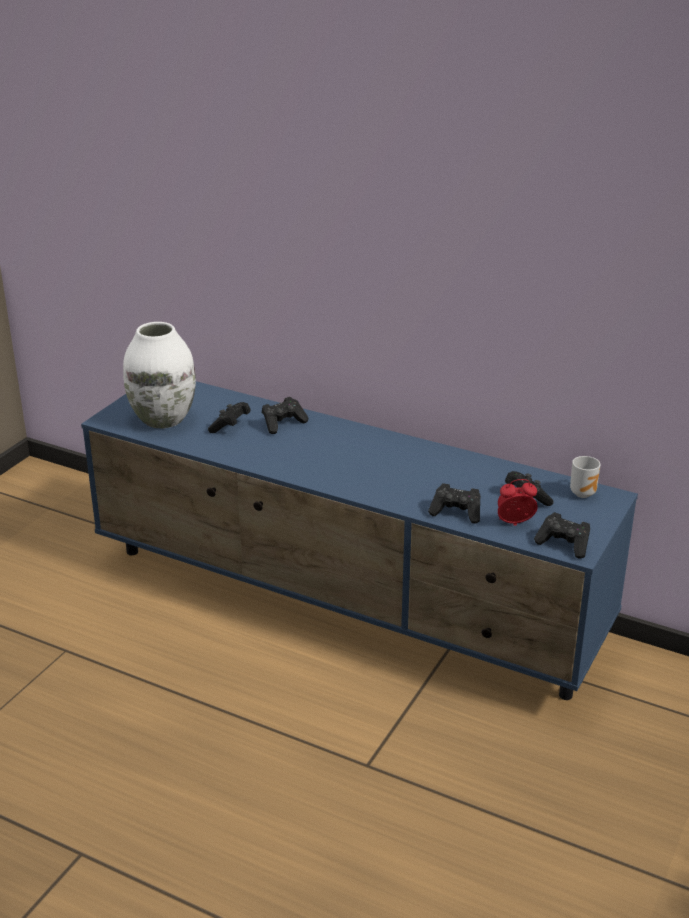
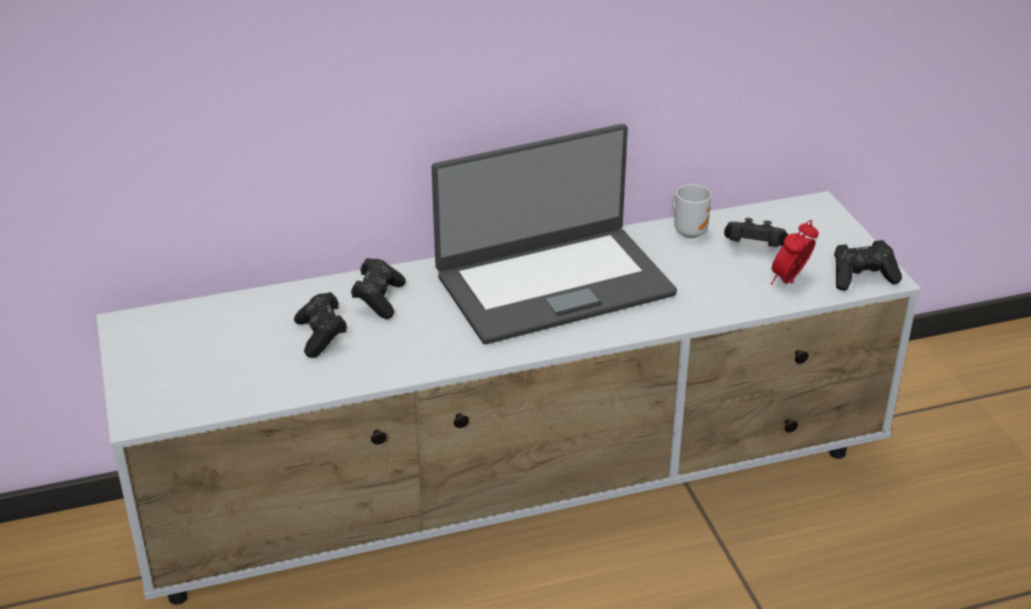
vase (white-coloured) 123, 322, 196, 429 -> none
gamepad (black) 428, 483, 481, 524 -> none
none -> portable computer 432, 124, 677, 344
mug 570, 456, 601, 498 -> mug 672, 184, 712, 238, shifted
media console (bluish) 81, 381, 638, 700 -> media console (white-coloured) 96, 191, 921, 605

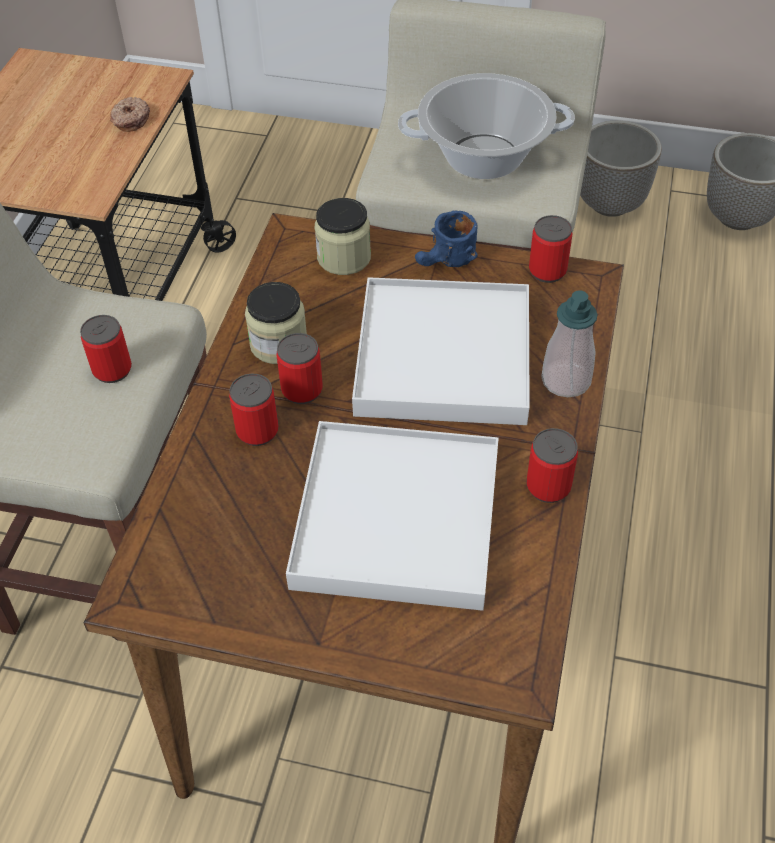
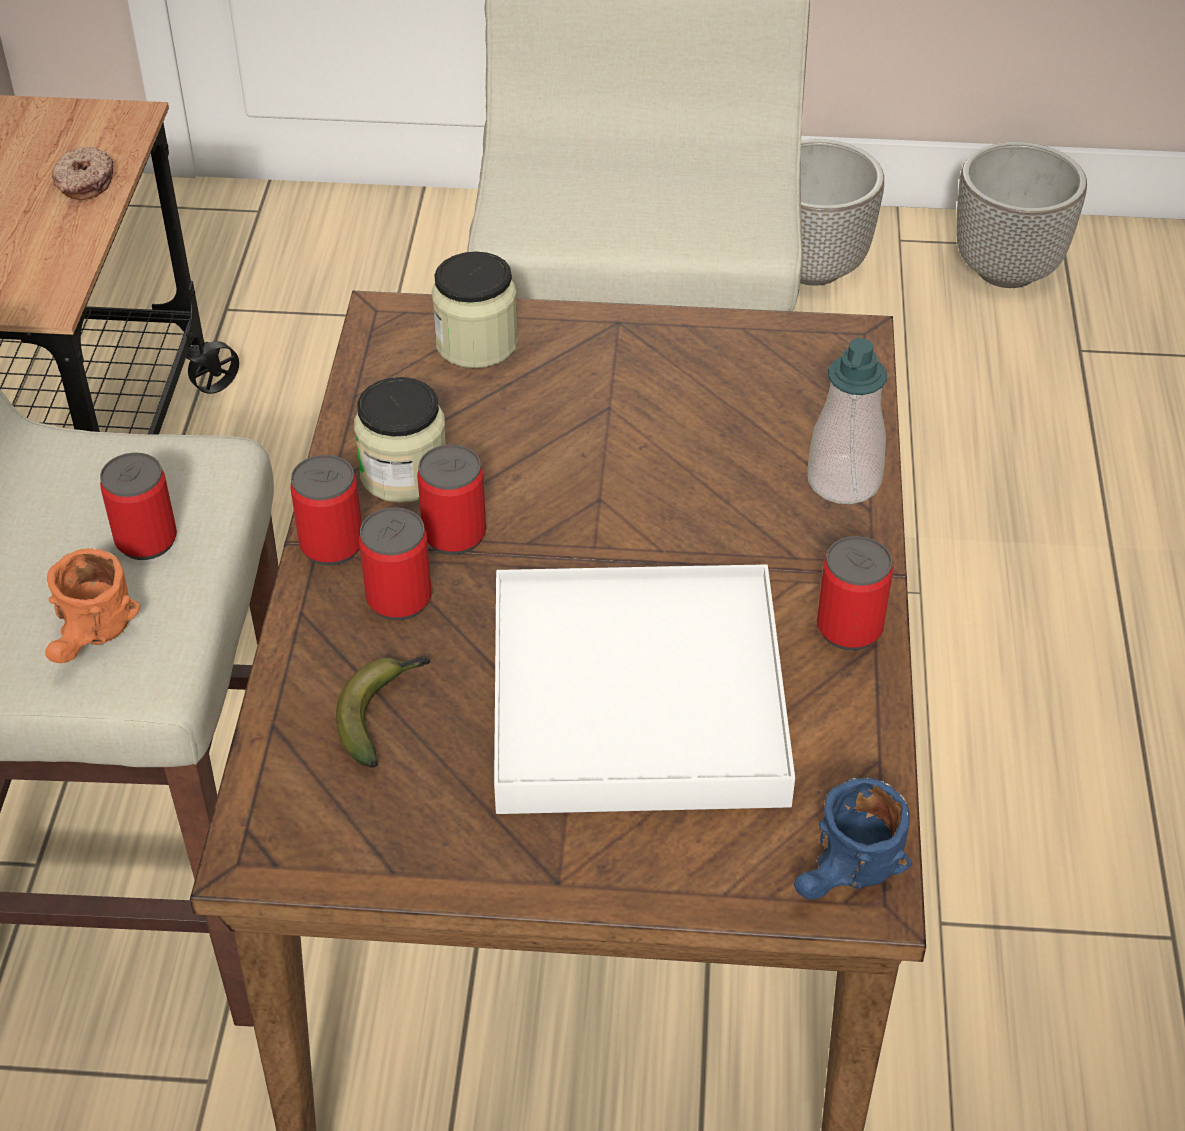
serving tray (white-coloured) 352, 277, 530, 425 -> none
cooking pot 398, 73, 575, 179 -> none
none -> mug (orangey) 45, 548, 140, 663
none -> whole banana 336, 656, 430, 768
mug (bluish) 415, 210, 478, 267 -> mug (bluish) 794, 778, 912, 899, shifted
can 529, 215, 572, 283 -> can 290, 455, 362, 566, shifted

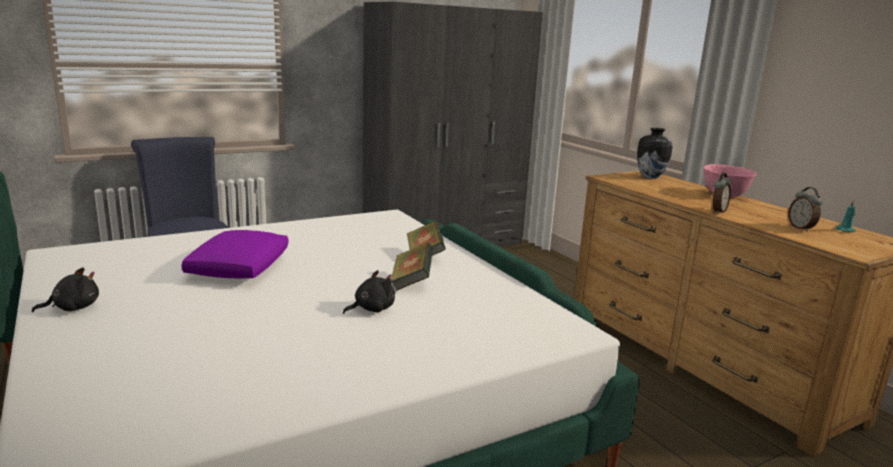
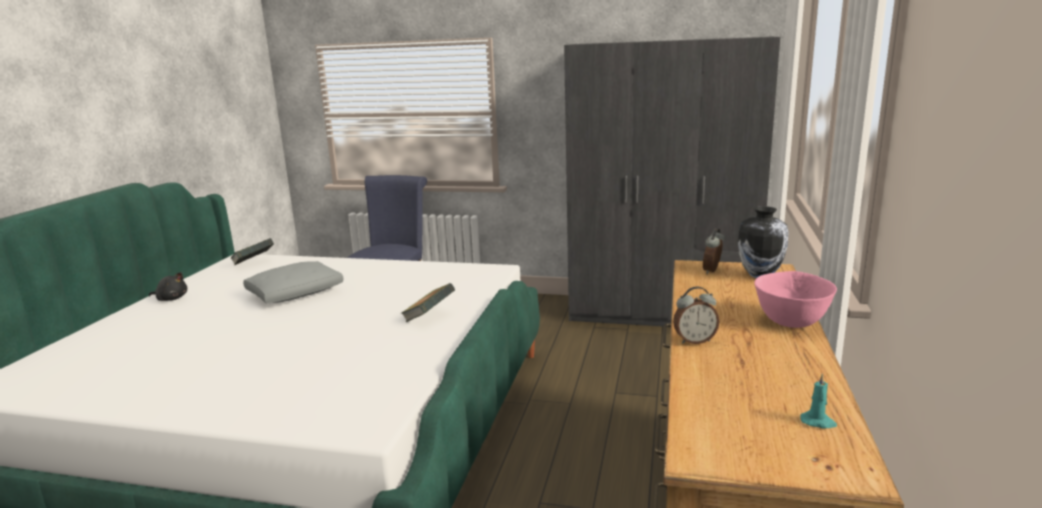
cuddly toy (black) 343, 270, 395, 314 -> none
book 391, 243, 433, 291 -> book 230, 238, 274, 265, shifted
bedside clock 788, 187, 823, 232 -> bedside clock 703, 228, 725, 274, shifted
cushion (purplish) 181, 230, 288, 279 -> cushion (grey) 243, 261, 344, 303

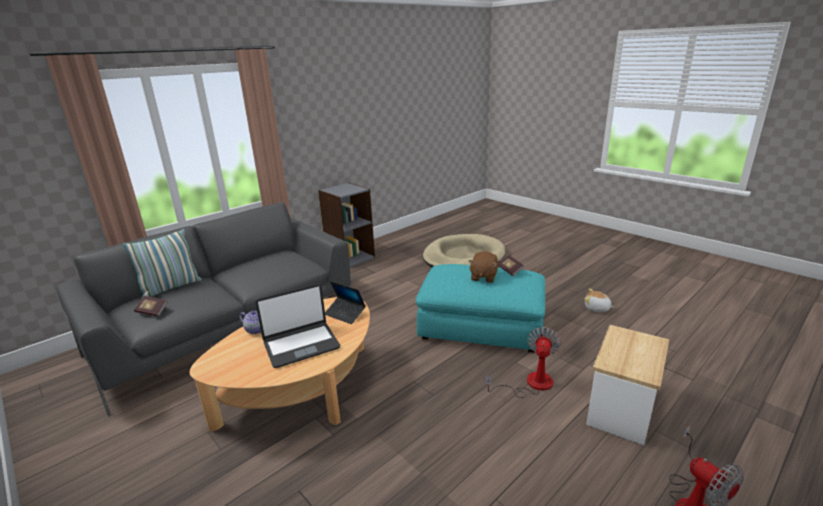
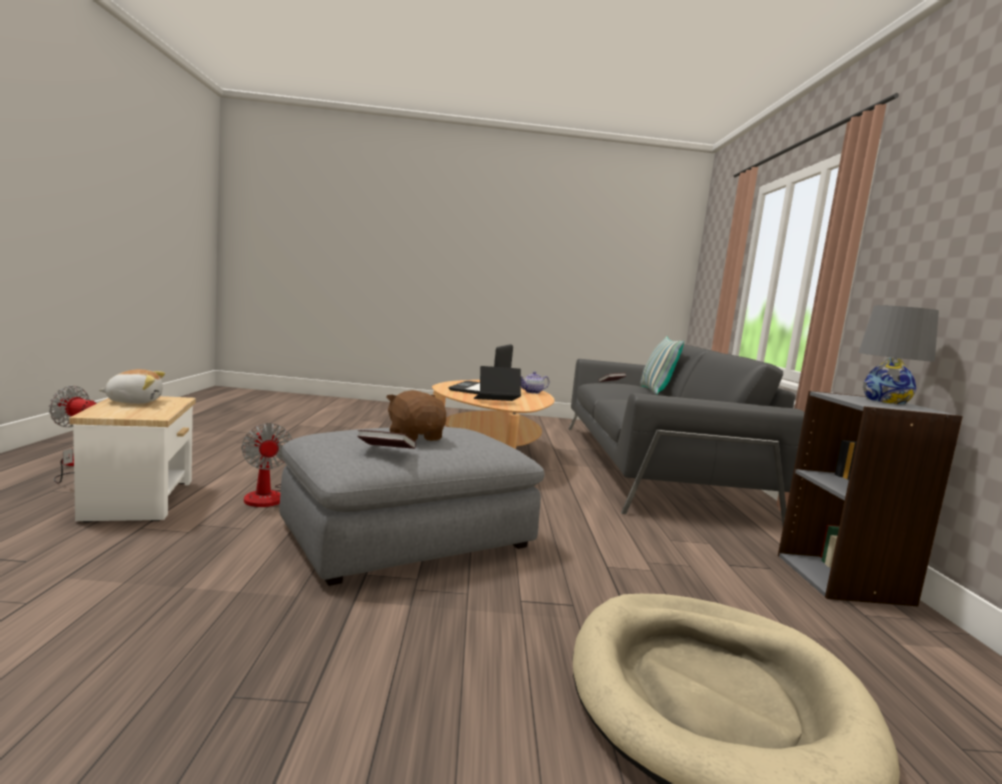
none -> tabletop lamp (grey) 858, 305, 939, 405
cuddly toy 584, 289, 615, 312 -> cuddly toy 99, 369, 165, 404, shifted
pouffe (blue-green) 416, 264, 545, 353 -> pouffe (grey) 279, 427, 545, 586

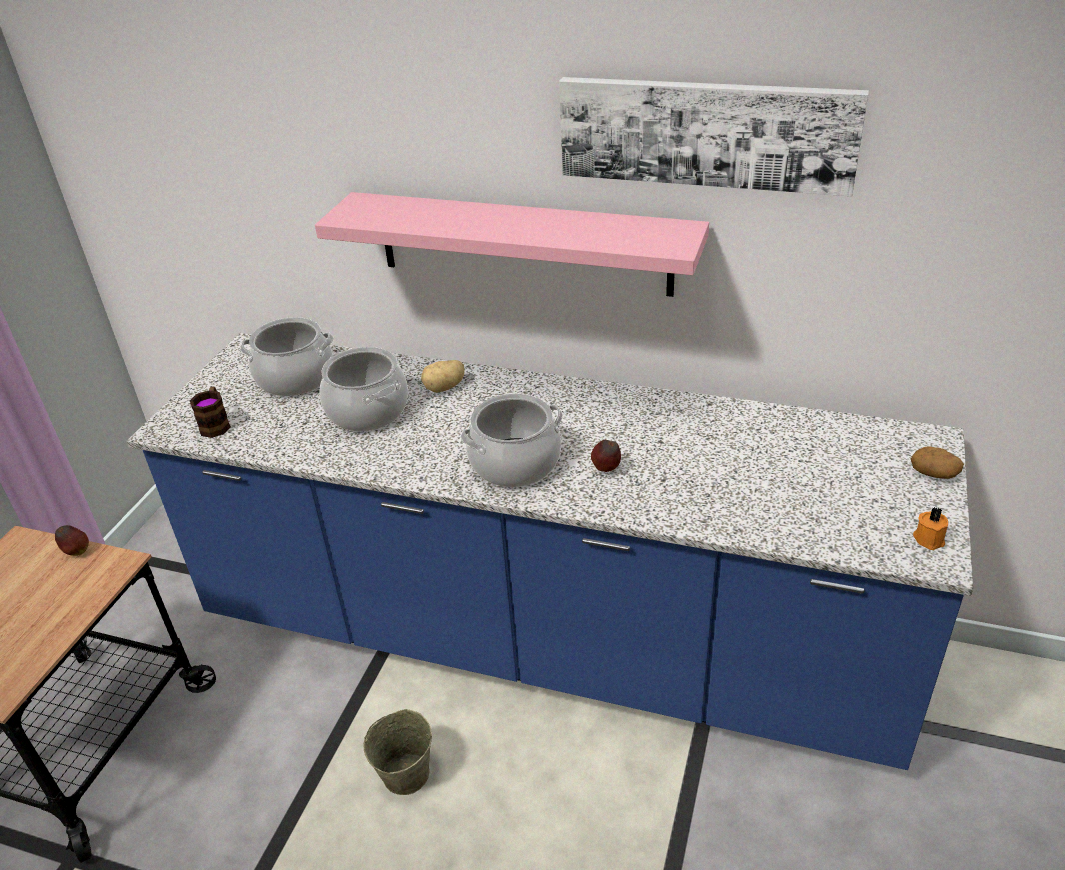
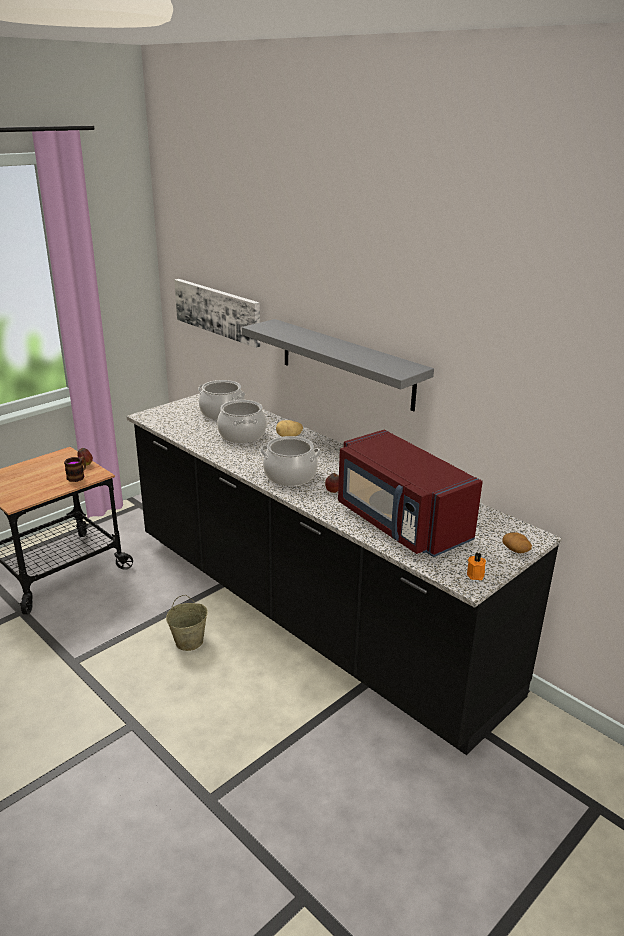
none -> kitchen microwave (red-coloured) 338, 430, 483, 557
mug 190, 387, 230, 438 -> mug 64, 457, 86, 482, shifted
picture 559, 77, 869, 196 -> picture 174, 279, 260, 348, shifted
kitchen base unit (bluish) 127, 333, 973, 770 -> kitchen base unit (black) 127, 394, 562, 755
shelf (pinkish) 315, 192, 709, 297 -> shelf (grey) 242, 319, 434, 412

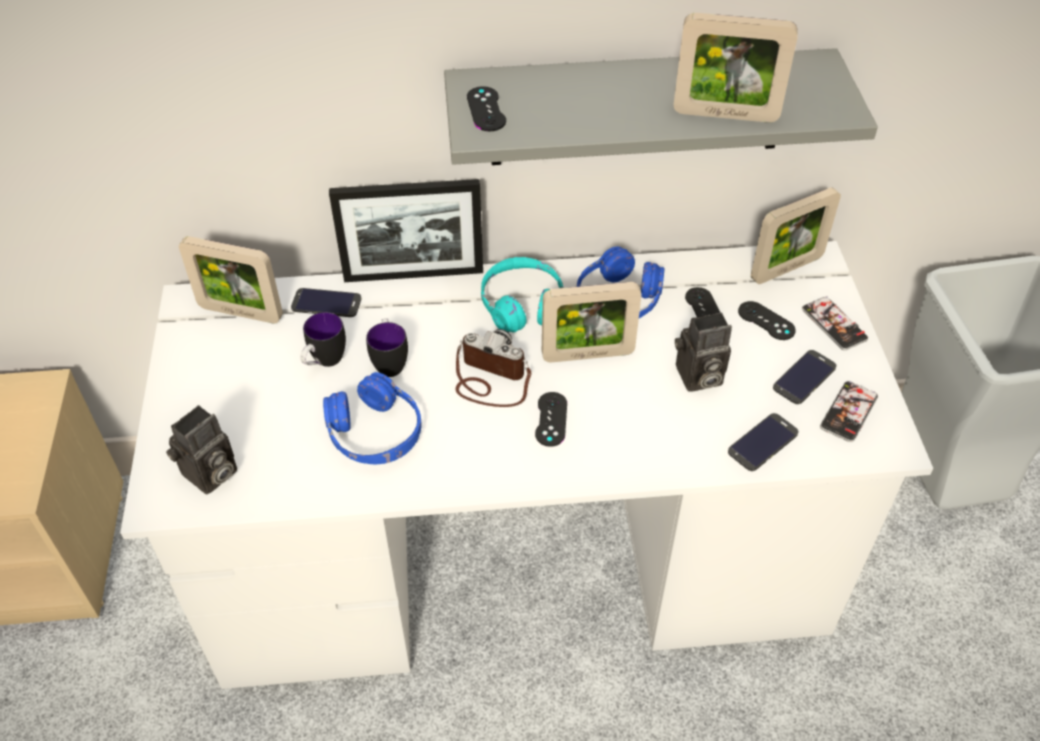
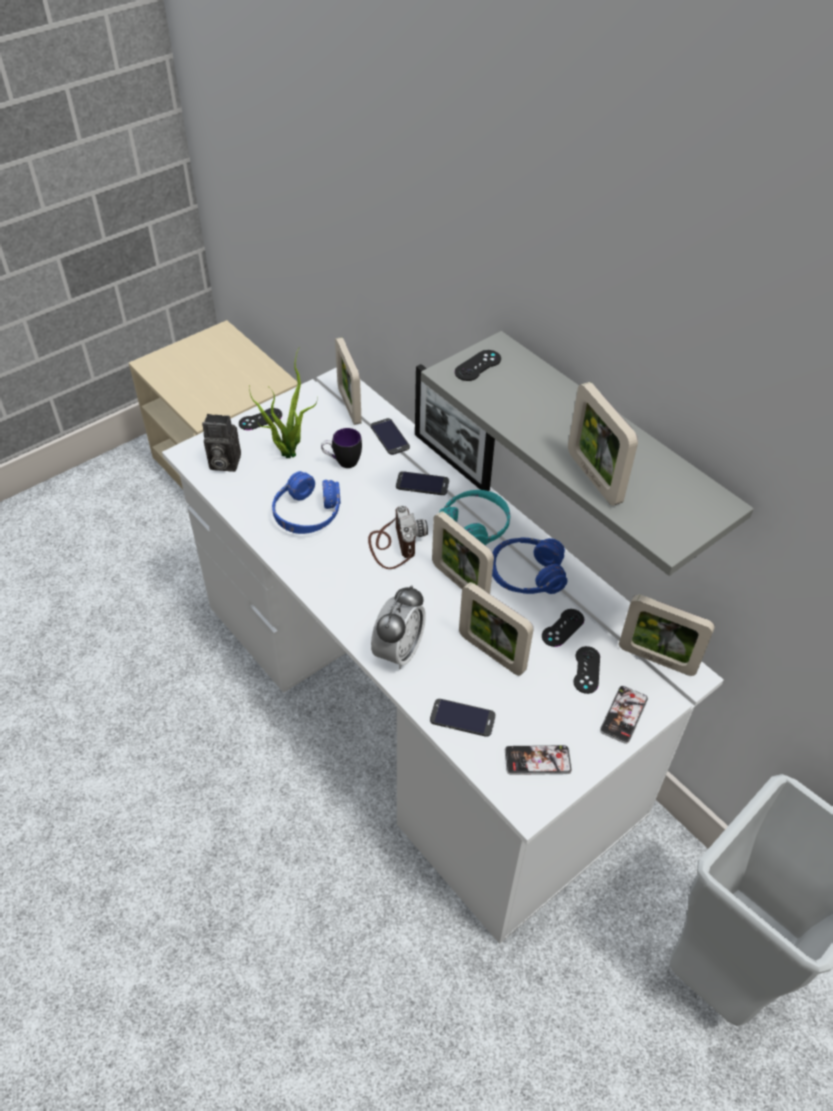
mug 366, 318, 408, 377 -> none
none -> potted plant 249, 346, 317, 458
none -> bedside clock 371, 585, 426, 669
gamepad (black) 535, 392, 567, 447 -> gamepad (black) 239, 408, 282, 430, shifted
telephone 773, 350, 837, 404 -> telephone 396, 471, 449, 495, shifted
still camera 675, 312, 732, 392 -> standing frame 459, 582, 534, 676

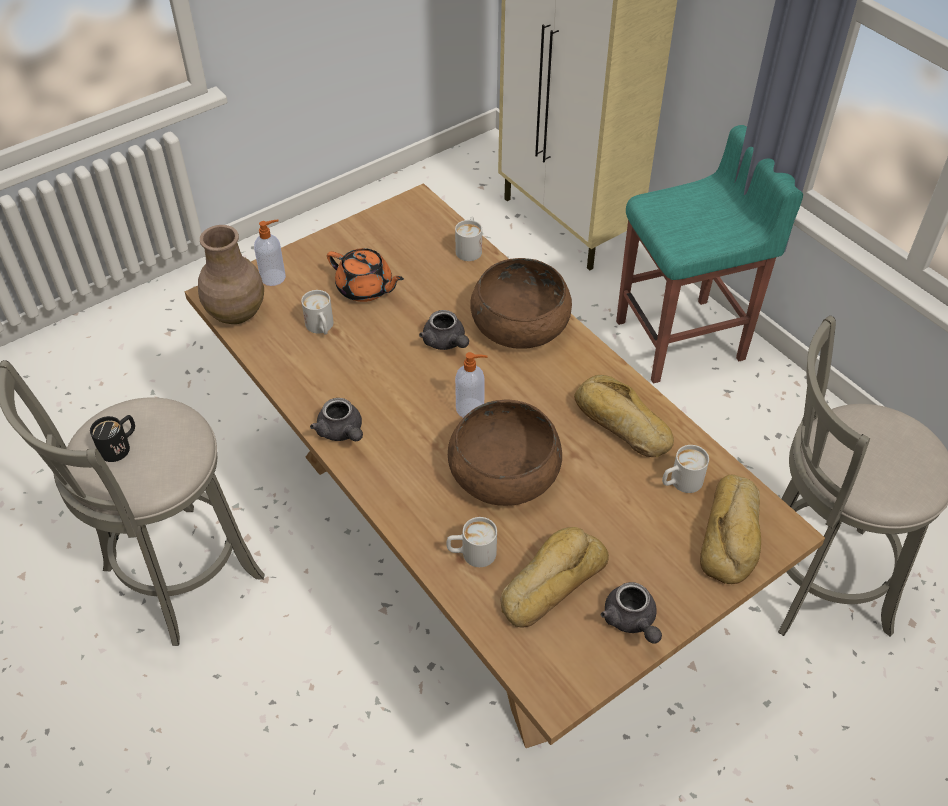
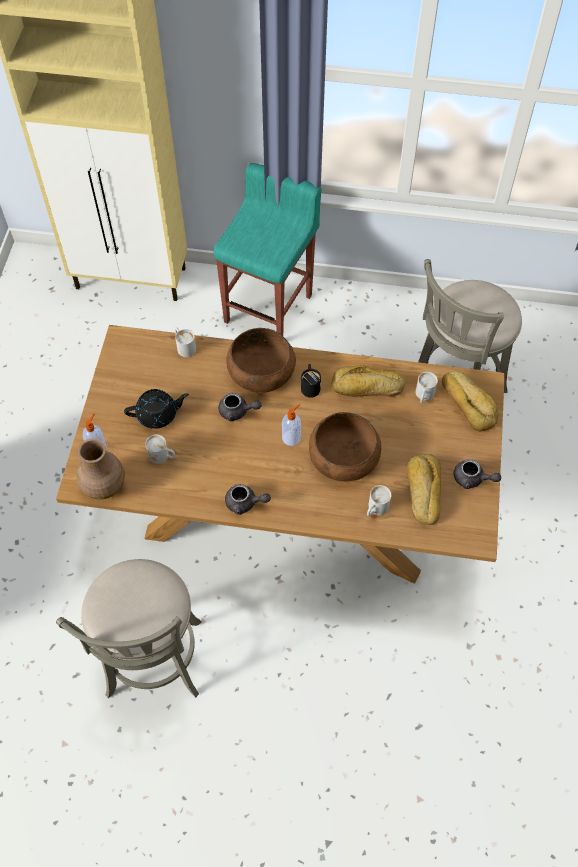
mug (black) 90, 415, 135, 462 -> mug (black) 301, 364, 321, 398, shifted
tea pot (orangey) 327, 248, 404, 302 -> tea pot (black) 124, 389, 189, 429

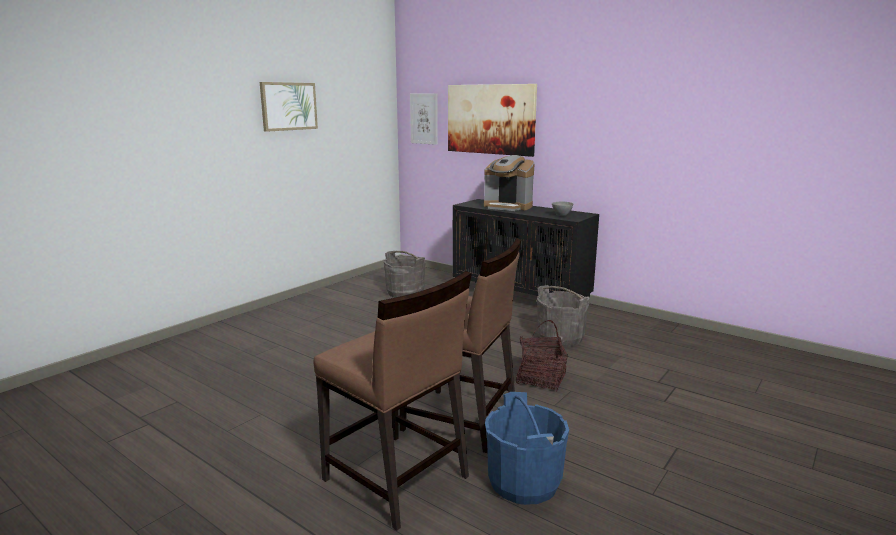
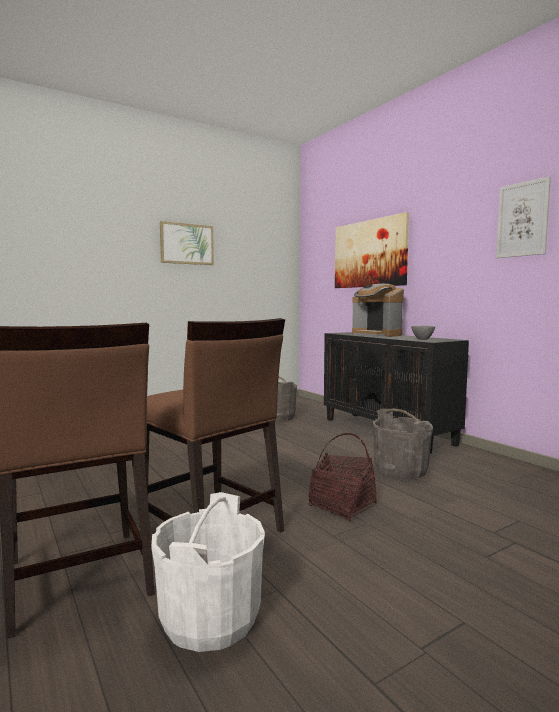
picture 410, 93, 438, 145 -> picture 496, 176, 551, 258, shifted
bucket (bluish) 485, 392, 569, 505 -> bucket (white-coloured) 152, 492, 265, 652

